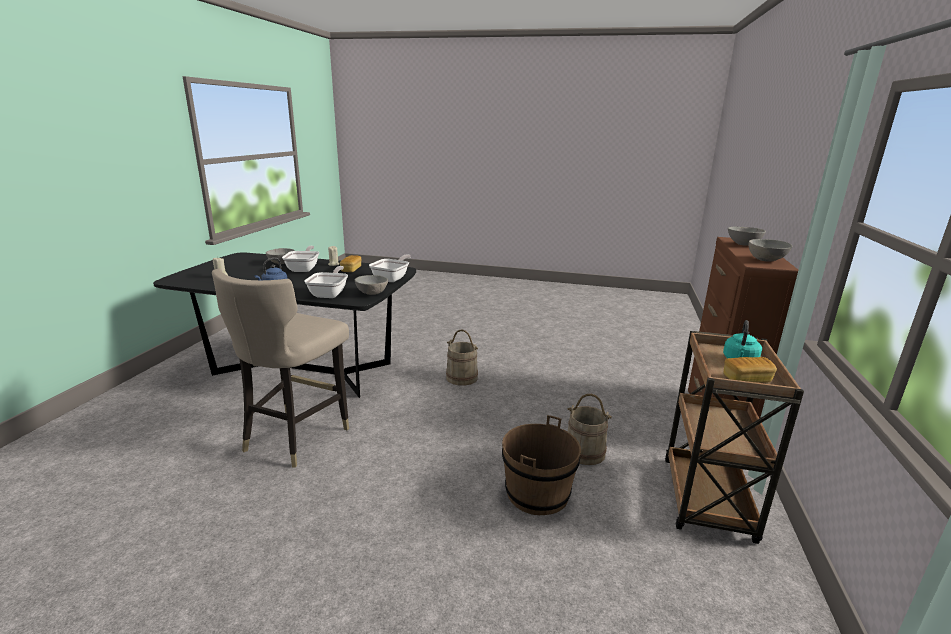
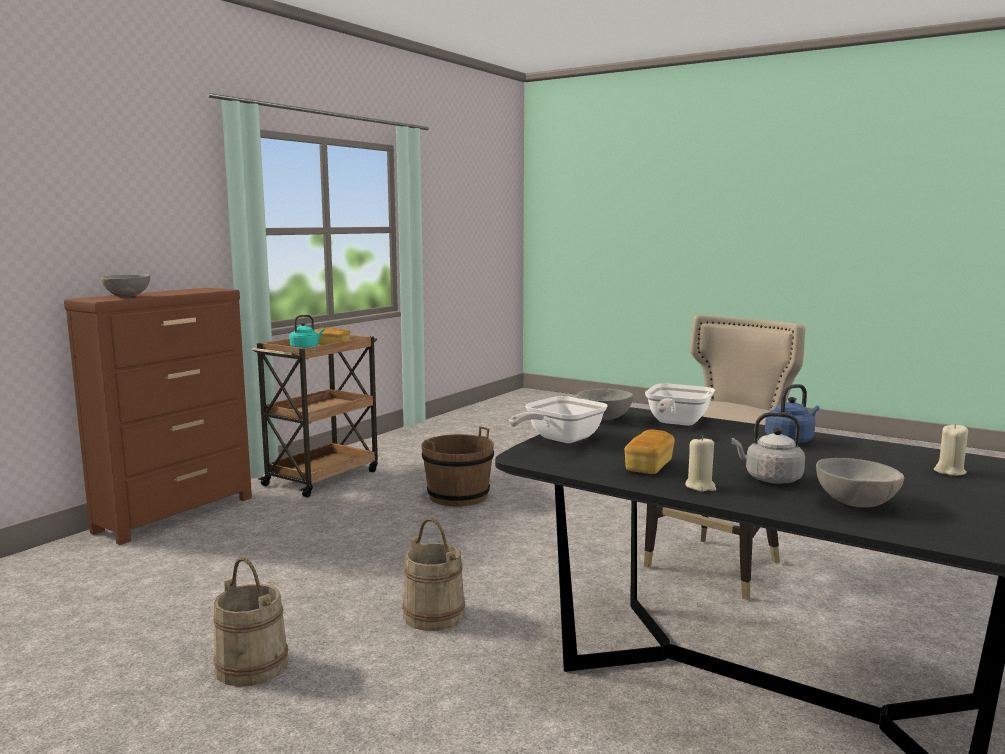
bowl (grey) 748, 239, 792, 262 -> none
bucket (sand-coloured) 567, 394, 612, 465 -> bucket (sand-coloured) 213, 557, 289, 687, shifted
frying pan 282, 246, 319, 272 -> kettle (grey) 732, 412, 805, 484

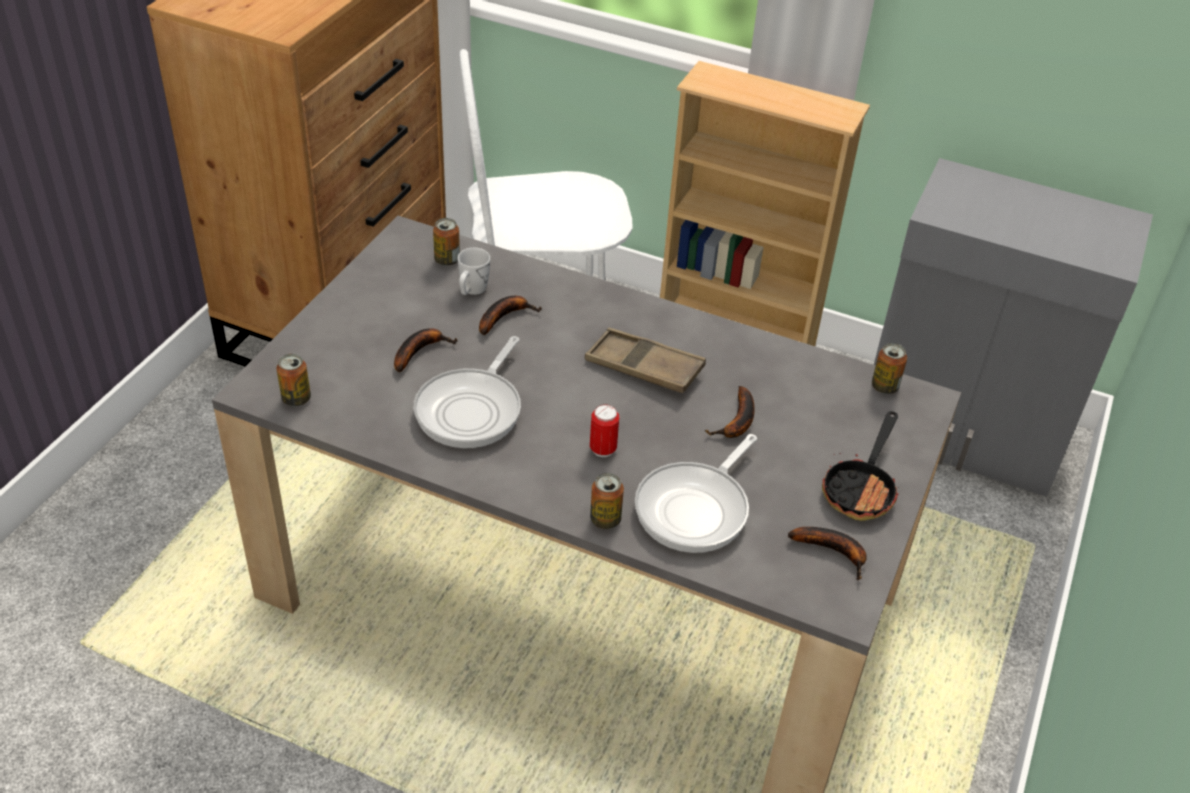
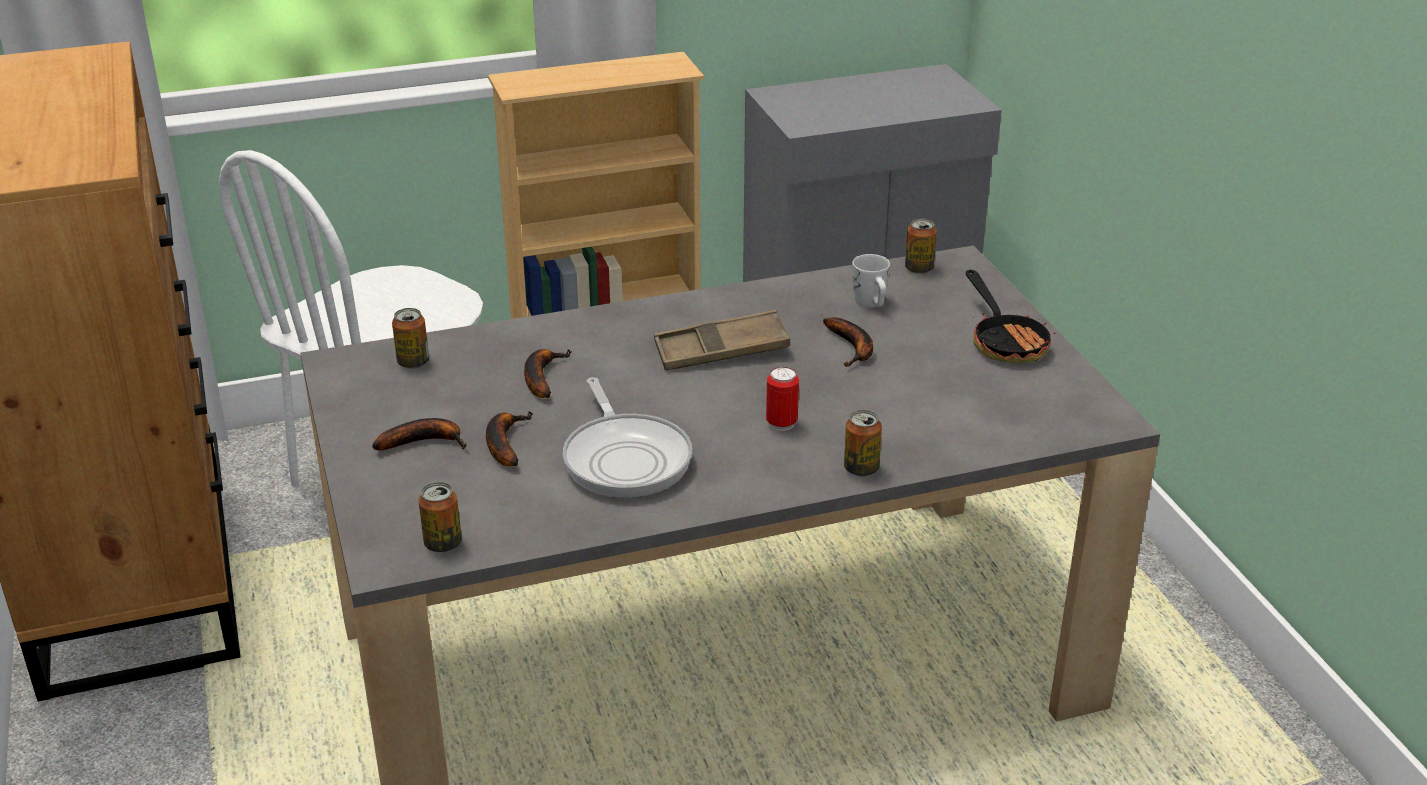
frying pan 635, 434, 757, 553 -> none
mug (white-coloured) 458, 248, 490, 295 -> mug (white-coloured) 852, 254, 890, 308, shifted
whole banana 788, 527, 867, 580 -> whole banana 372, 418, 467, 450, shifted

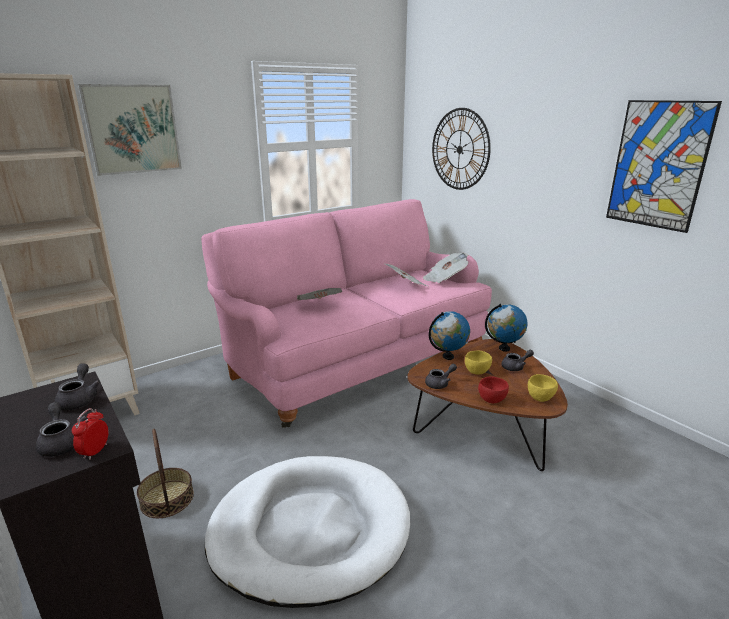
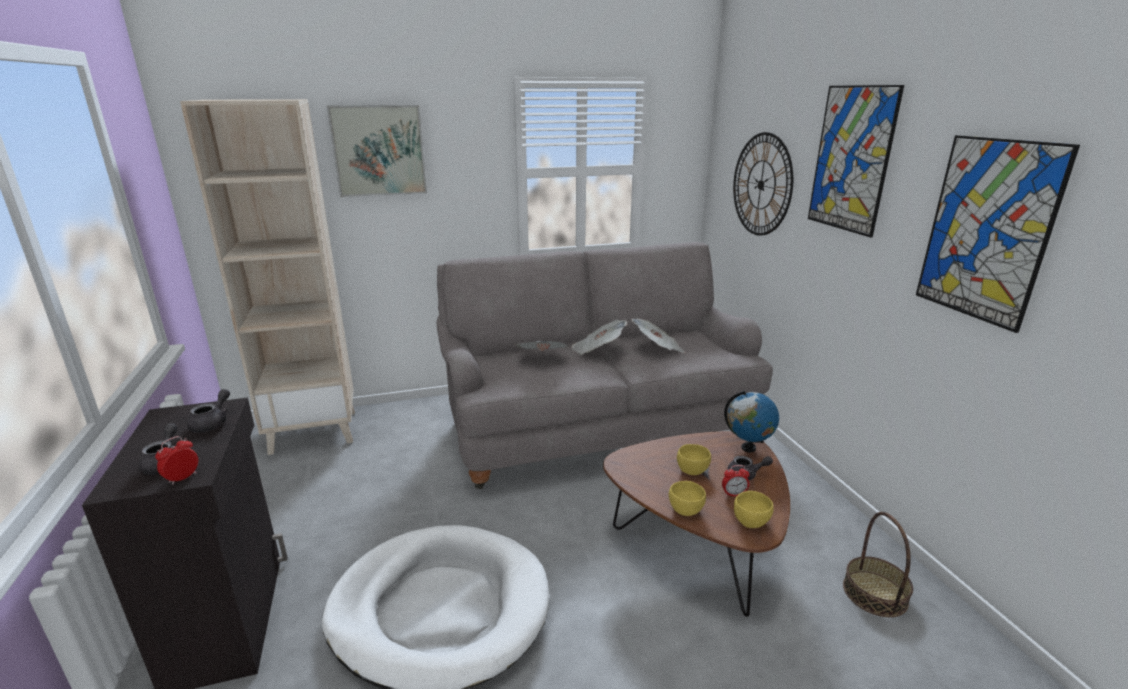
tea pot (grey) 425, 364, 457, 389 -> none
globe 428, 311, 470, 360 -> none
none -> bedside clock 722, 465, 750, 497
none -> picture 808, 85, 904, 238
basket 137, 429, 194, 518 -> basket 843, 512, 913, 617, shifted
daily paper 423, 253, 468, 283 -> daily paper 571, 319, 627, 355, shifted
couch (pinkish) 201, 199, 492, 428 -> couch (grey) 436, 242, 773, 489
bowl (red-coloured) 478, 376, 509, 403 -> bowl (yellowish) 669, 481, 706, 516

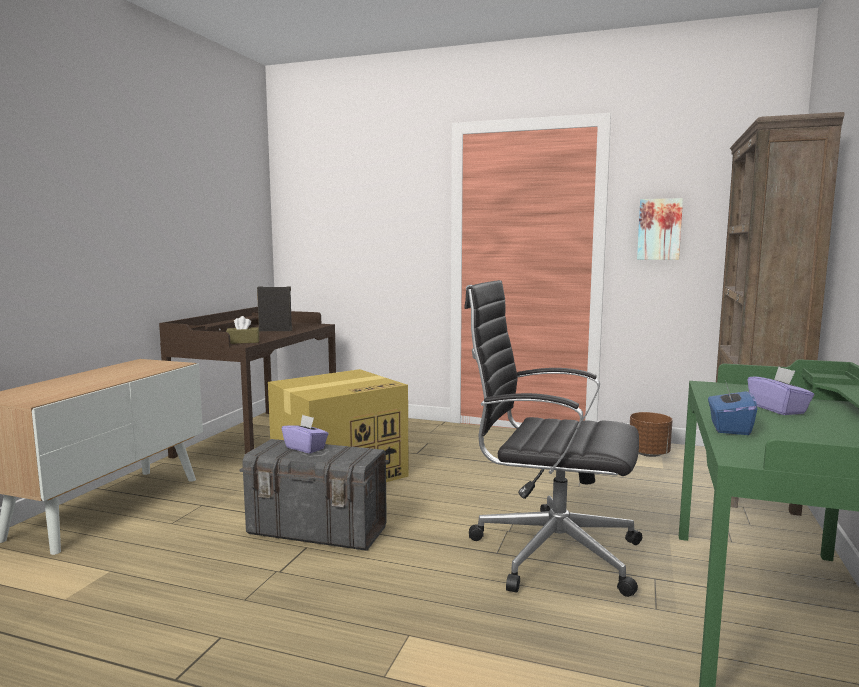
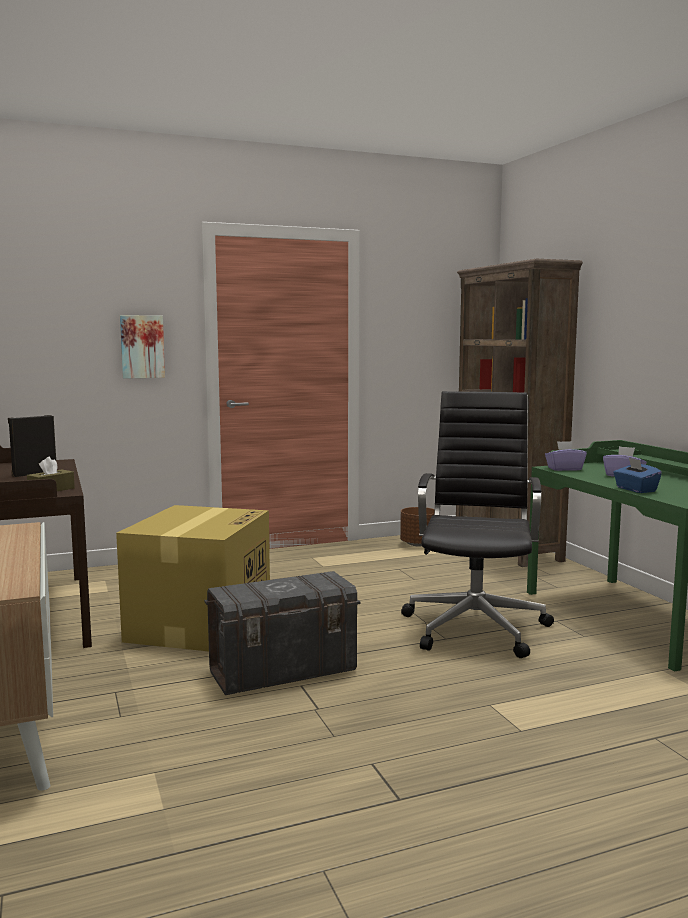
box of tissues (purplish) 282, 415, 329, 454 -> box of tissues (purplish) 545, 441, 587, 471, shifted
picture 637, 198, 683, 260 -> picture 120, 315, 165, 379, shifted
office chair (black) 464, 280, 642, 597 -> office chair (black) 401, 391, 554, 658, 120 degrees clockwise

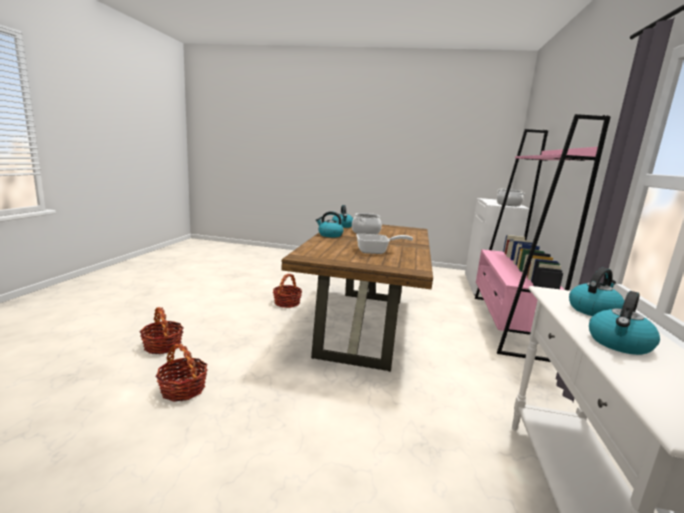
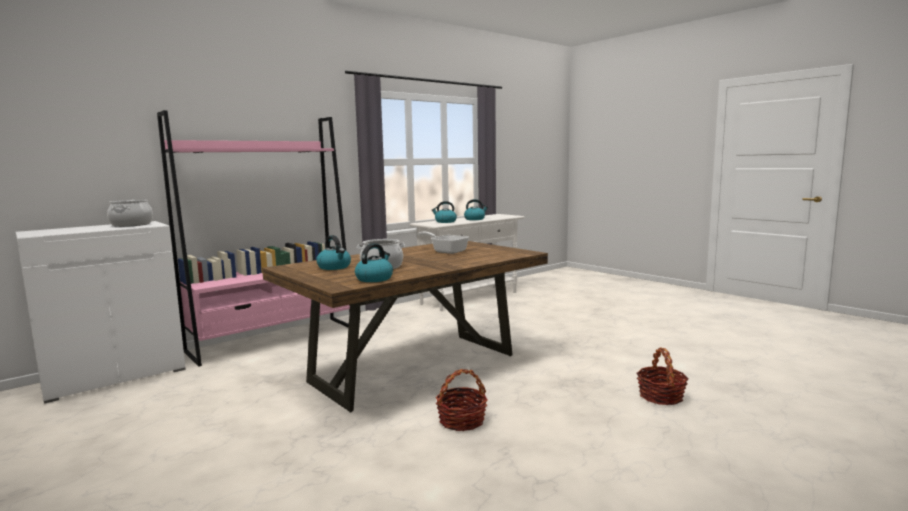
basket 156, 343, 207, 402 -> none
kettle 316, 211, 344, 237 -> kettle 316, 235, 351, 270, shifted

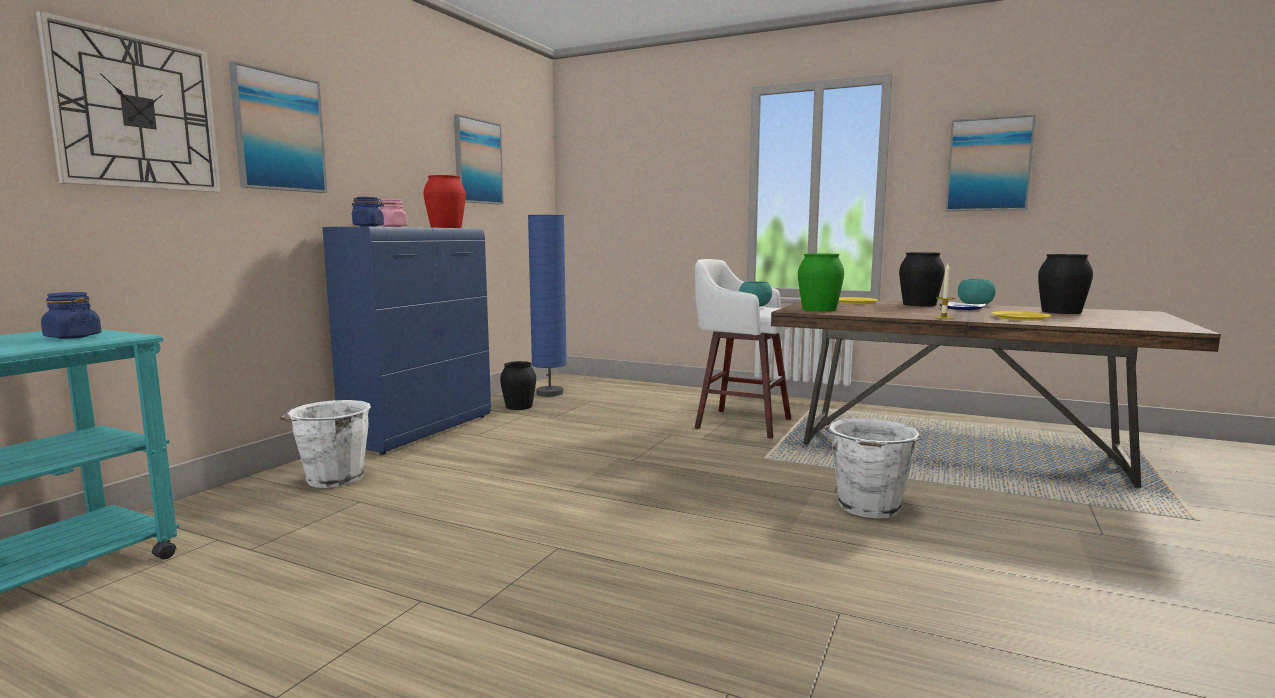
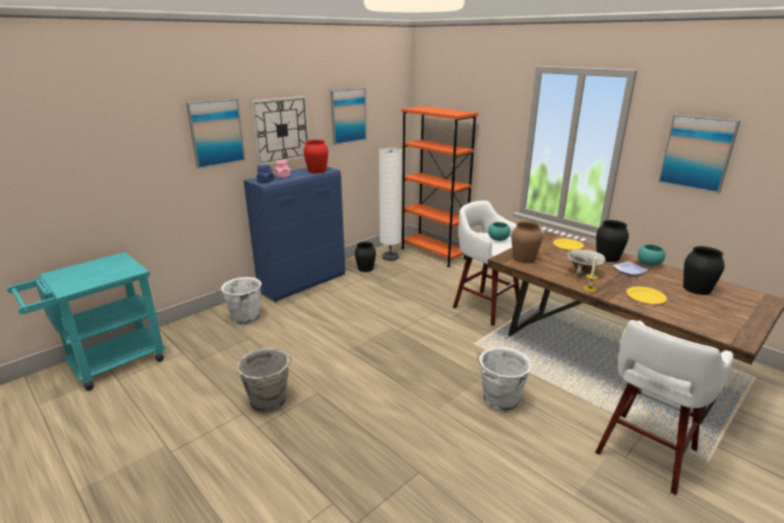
storage jar (bluish) 41, 292, 101, 339 -> none
none -> bucket (grey) 237, 348, 292, 413
none -> bookcase (orangey) 401, 106, 478, 267
none -> bowl 567, 249, 605, 277
none -> stool (white-coloured) 595, 320, 733, 495
wall clock 36, 11, 221, 192 -> wall clock 250, 96, 309, 165, shifted
floor lamp (bluish) 528, 215, 567, 397 -> floor lamp (white-coloured) 379, 148, 402, 261
vase (greenish) 798, 253, 844, 312 -> vase (brownish) 511, 221, 542, 263

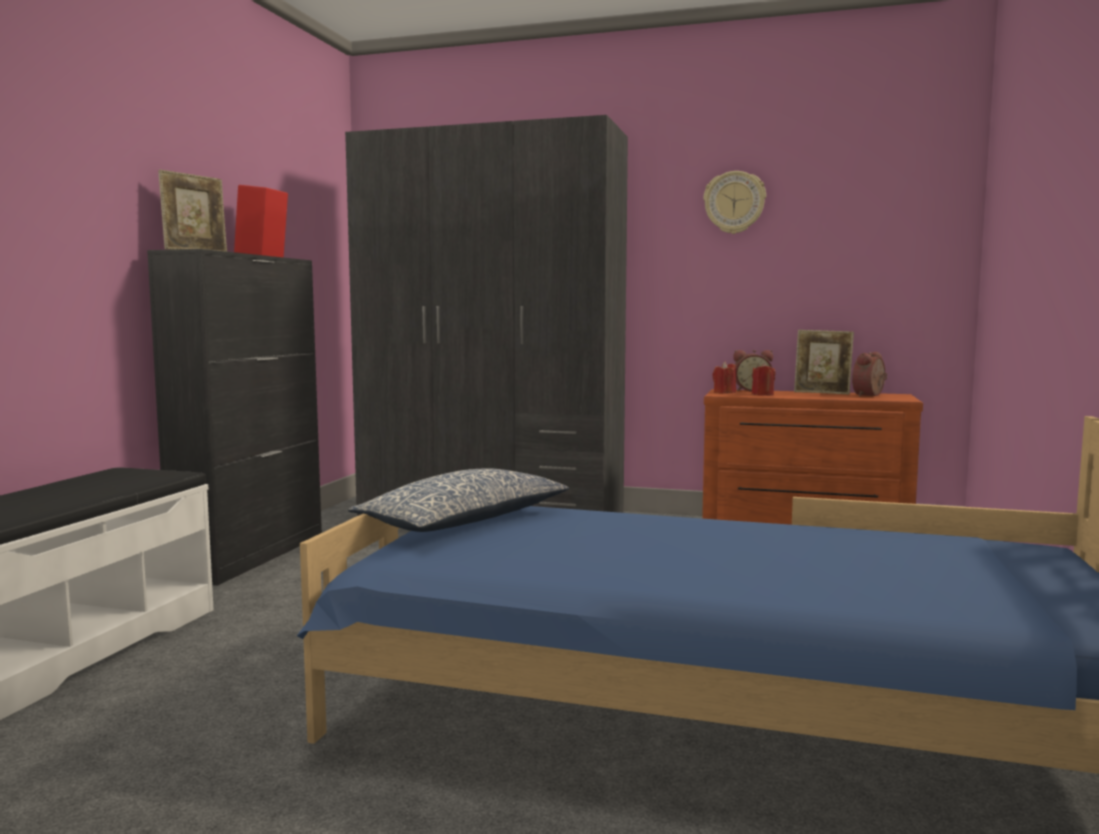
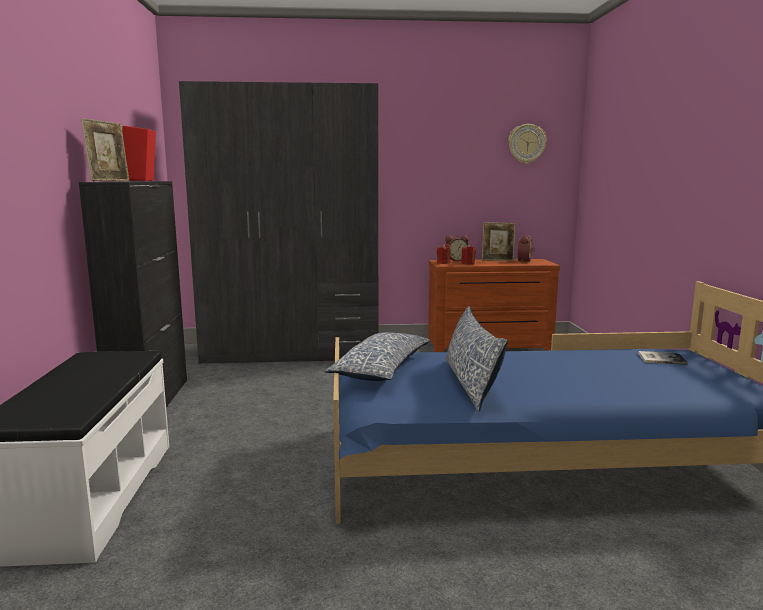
none -> cushion 445, 306, 508, 411
none -> book 638, 351, 688, 365
wall clock 703, 171, 766, 234 -> wall clock 508, 124, 547, 164, shifted

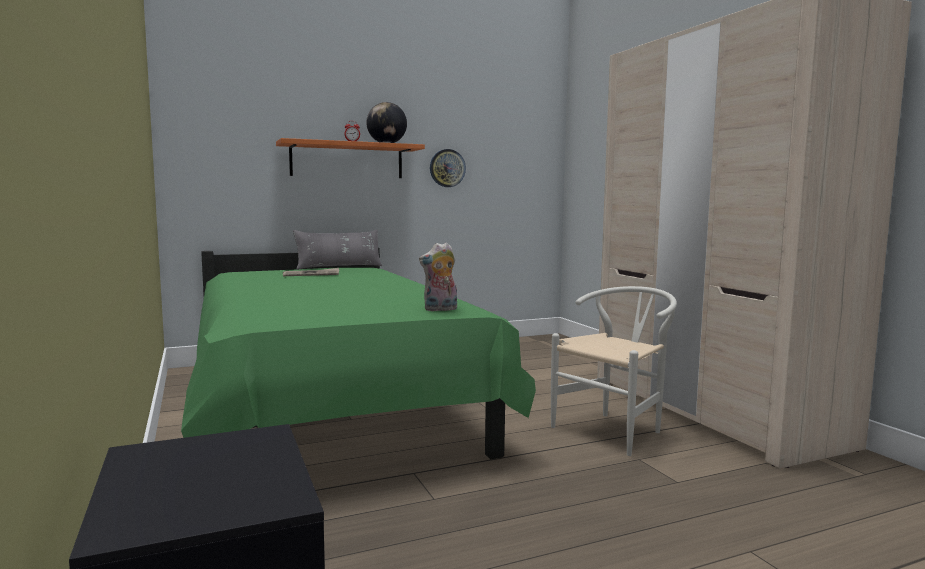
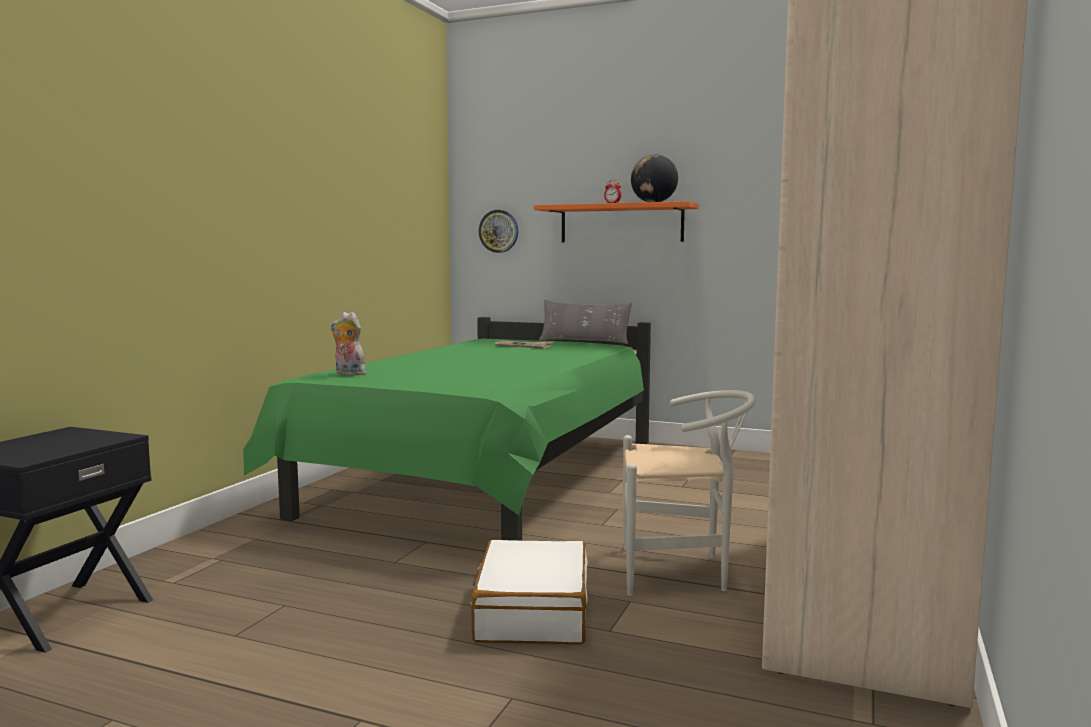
none -> piece of luggage (white-coloured) 471, 540, 588, 645
cuddly toy 419, 242, 457, 311 -> cuddly toy 331, 312, 366, 376, shifted
wall clock 430, 149, 466, 187 -> wall clock 479, 210, 518, 253, shifted

